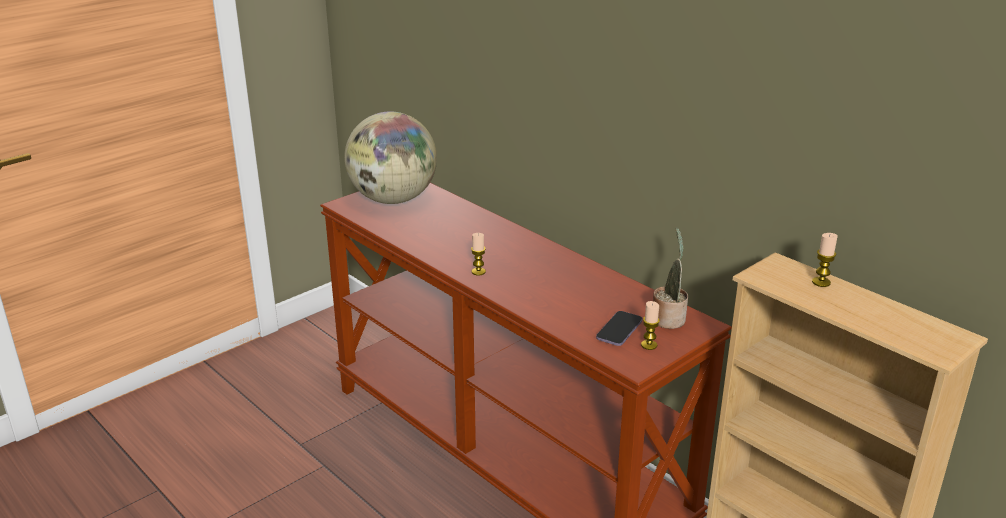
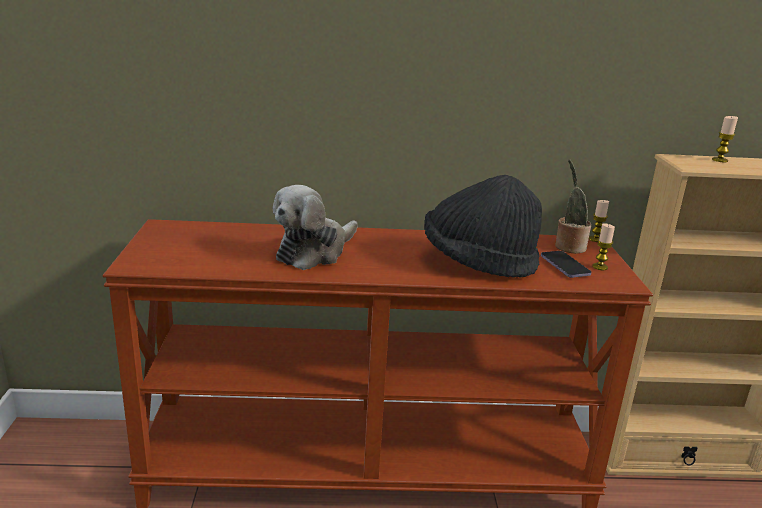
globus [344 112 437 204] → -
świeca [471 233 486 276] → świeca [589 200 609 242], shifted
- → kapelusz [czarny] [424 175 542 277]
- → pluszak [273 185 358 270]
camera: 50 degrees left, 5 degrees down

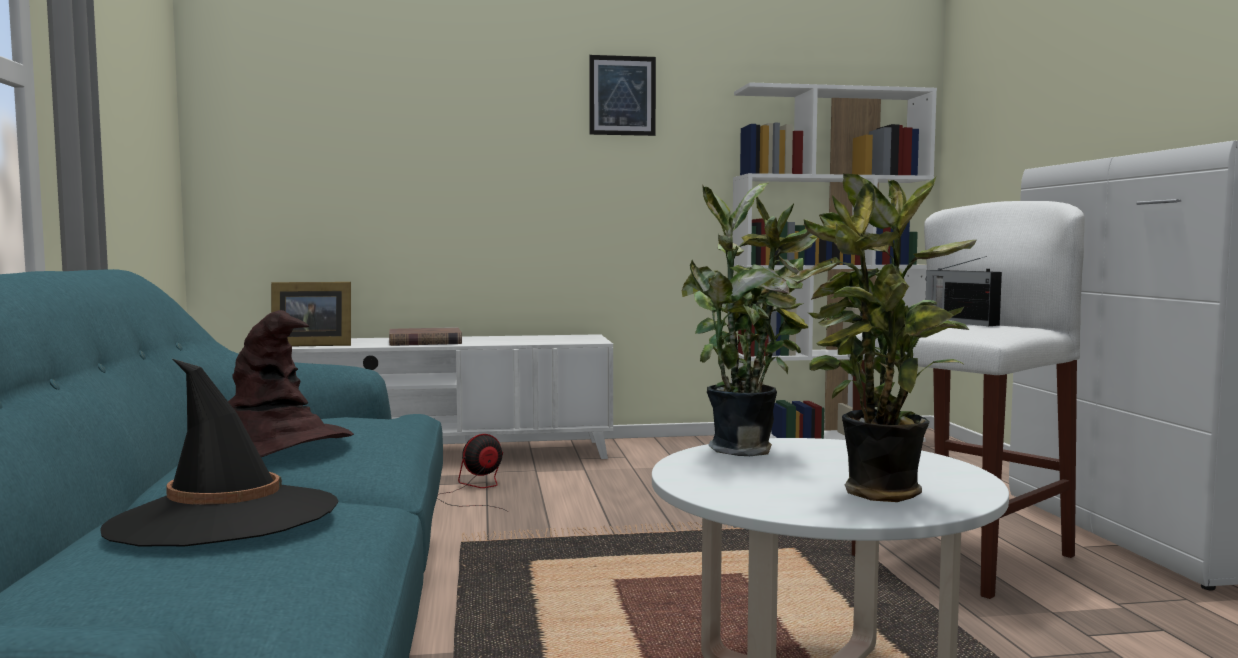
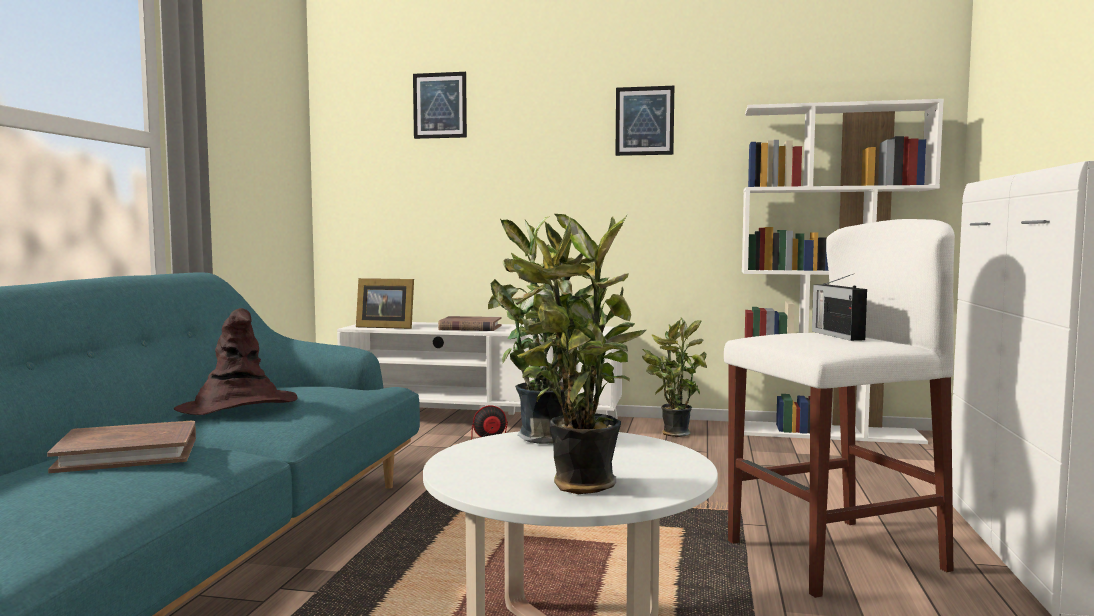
kapelusz [czarny] [100 359 338 547] → książka [brązowy] [47 421 196 473]
- → obraz [413 72 467 139]
- → roślina doniczkowa [642 317 707 437]
camera: 20 degrees right, 0 degrees up

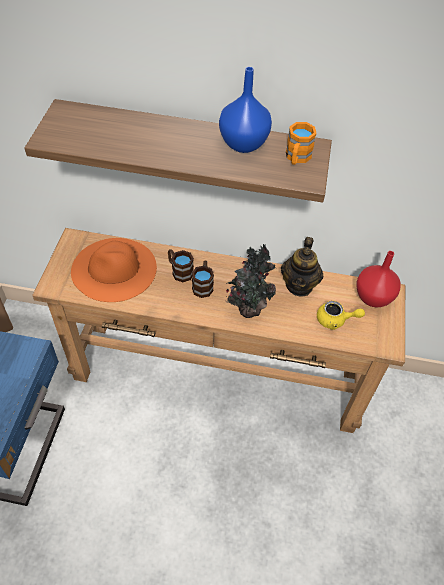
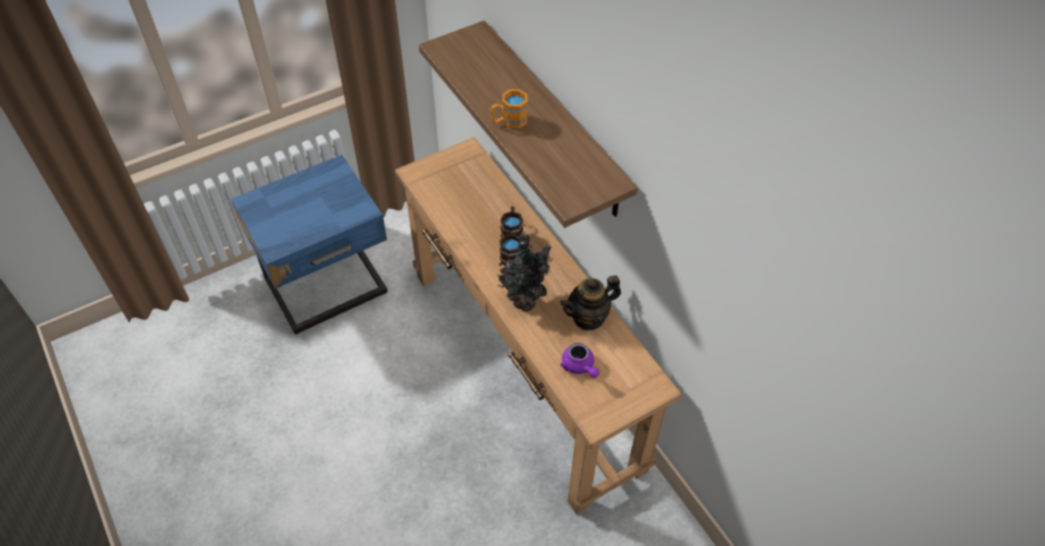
wazon [niebieski] [219 67 272 153] → -
kubek [pomarańczowy] [286 122 317 165] → kubek [pomarańczowy] [491 89 527 129], shifted
kapelusz [pomarańczowy] [71 238 157 302] → -
wazon [czerwony] [356 251 401 308] → -
imbryk [żółty] [317 301 365 330] → imbryk [fioletowy] [560 343 599 378]
camera: 50 degrees right, 0 degrees up

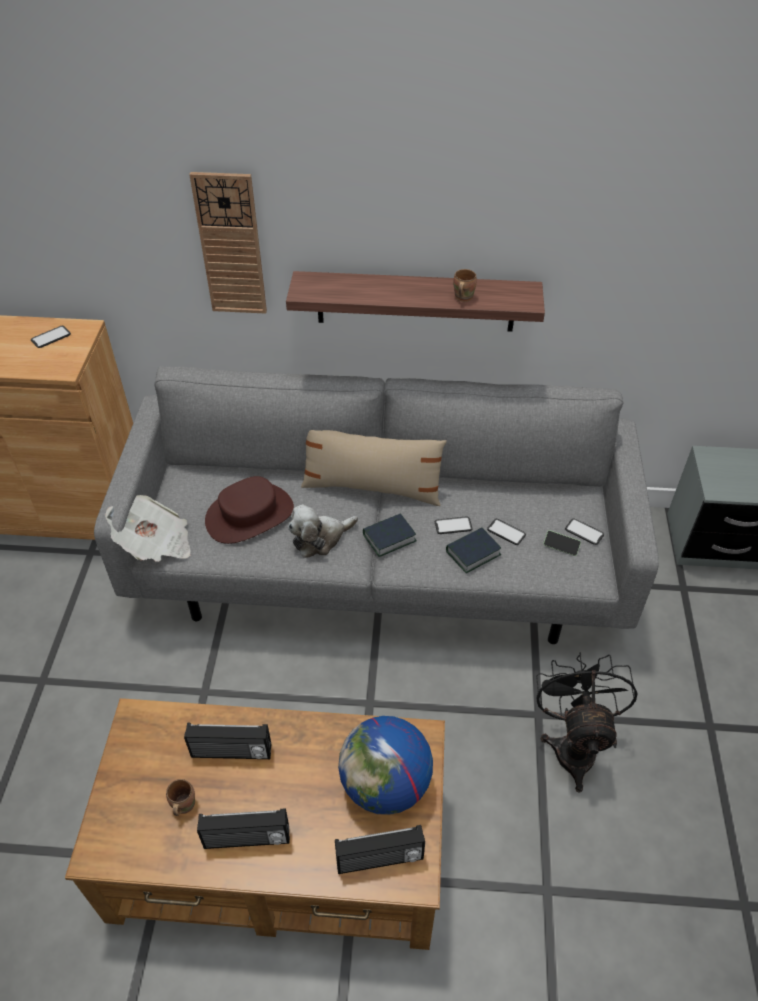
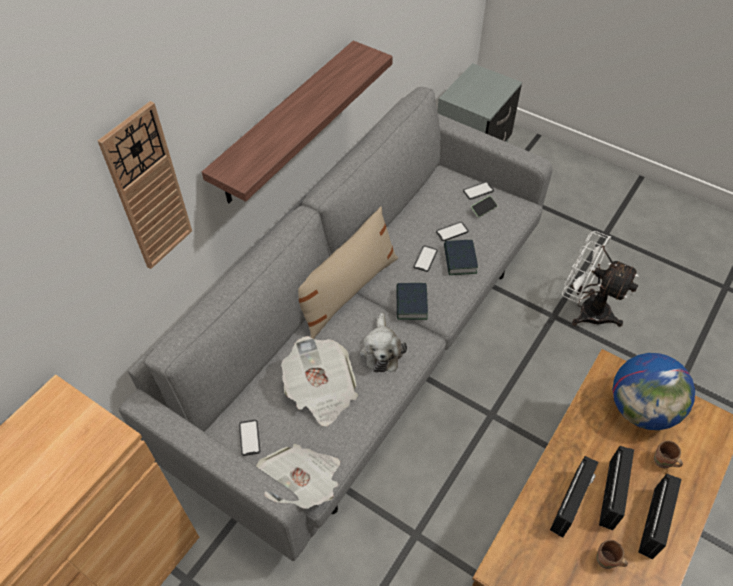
kubek [brązowy] [454 269 477 302] → kubek [brązowy] [654 441 683 469], shifted
telefon [31 326 71 348] → telefon [239 420 260 456], shifted
kapelusz [brązowy] [205 476 294 544] → gazeta [281 336 358 426]
wentylator [czarny] [536 653 637 793] → wentylator [biały] [562 231 639 327]
radio [335 825 425 874] → radio [599 446 634 530], shifted
camera: 60 degrees left, 5 degrees up

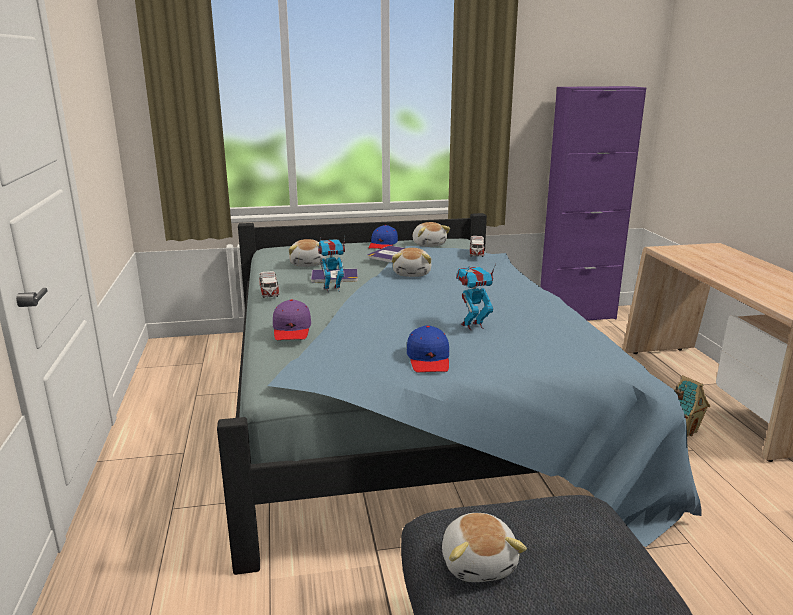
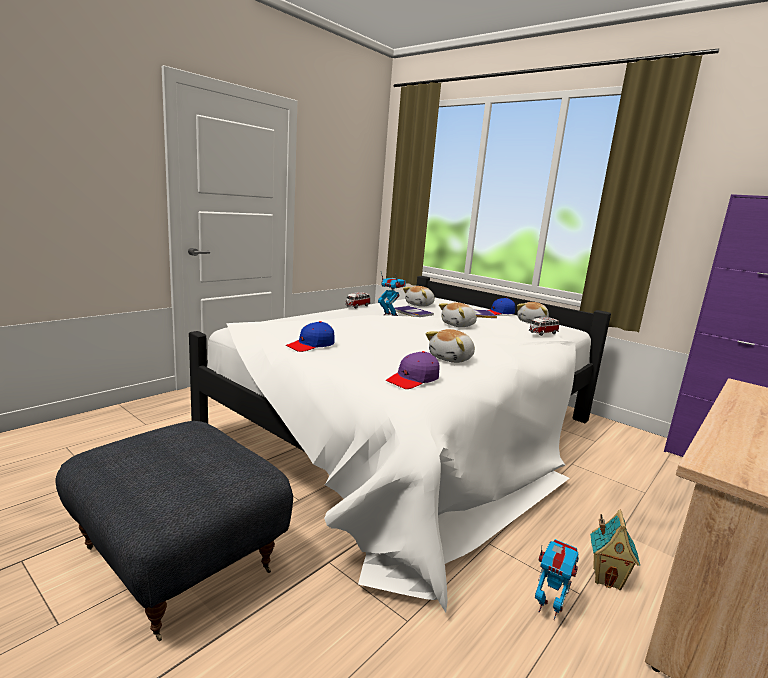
łóżko [niebieski] [217 213 702 575] → łóżko [biały] [189 276 611 613]
robot zabawkowy [456 263 496 330] → robot zabawkowy [535 539 579 620], shifted
czapka z daszkiem [fioletowy] [273 299 311 340] → czapka z daszkiem [fioletowy] [386 351 440 389], shifted
pluszak [442 513 527 582] → pluszak [426 329 475 363], shifted
camera: 50 degrees right, 5 degrees down

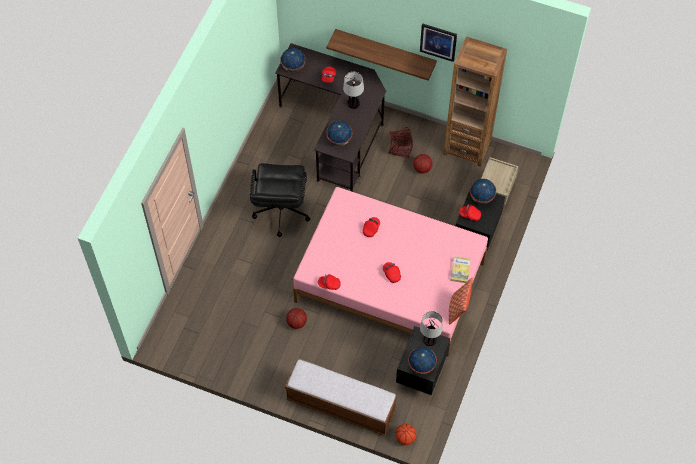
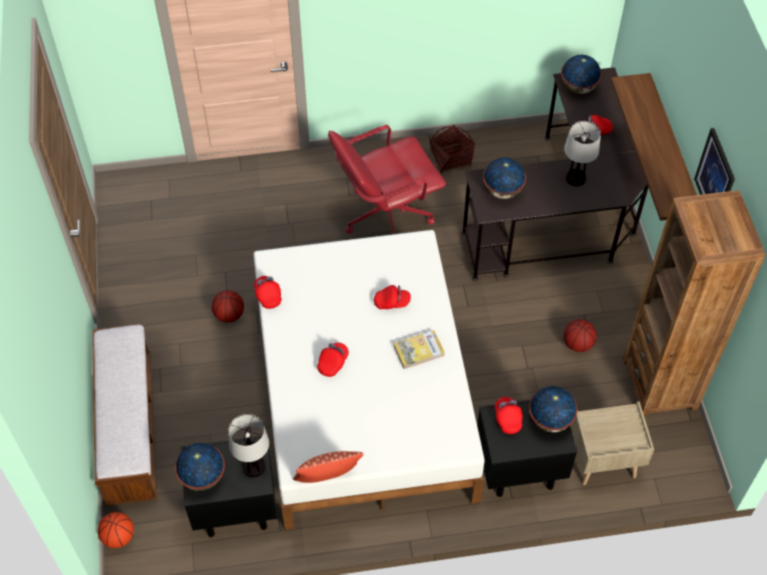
koszyk [388 127 413 158] → koszyk [430 125 475 173], shifted
krzesło biurowe [czarny] [250 163 310 237] → krzesło biurowe [czerwony] [328 125 446 234]
łóżko [różowy] [293 187 488 357] → łóżko [biały] [253 230 485 530]
książka [450 256 471 283] → książka [394 330 445 369], shifted
camera: 60 degrees right, 5 degrees down

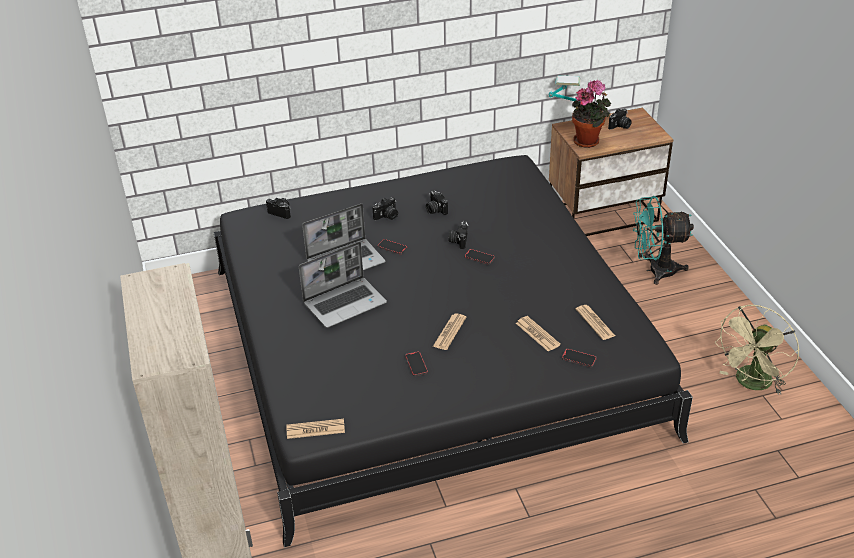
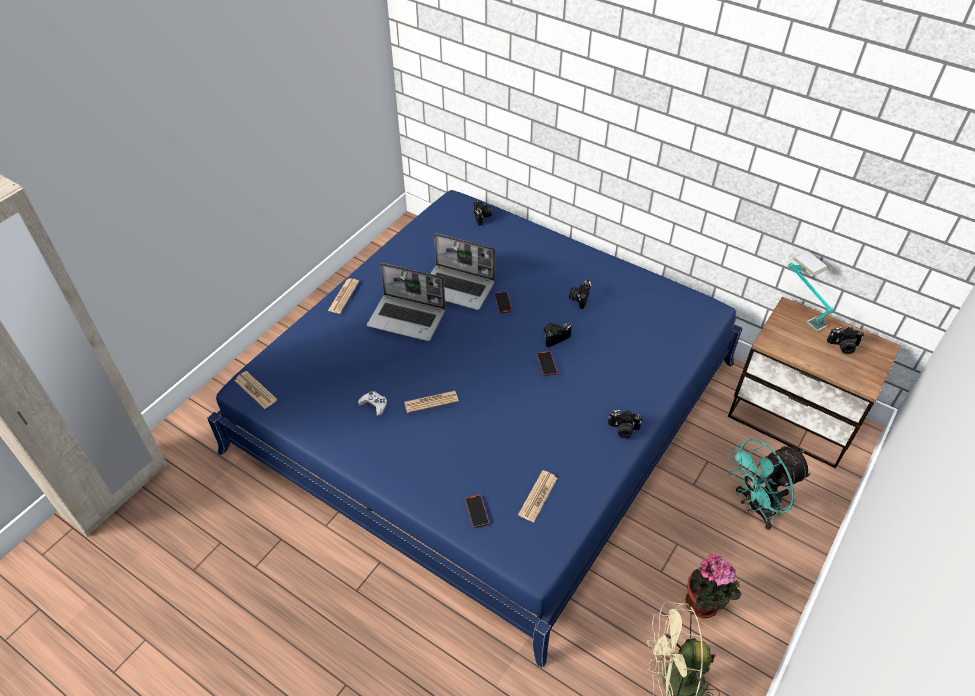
roślina doniczkowa [572 80 611 148] → roślina doniczkowa [686 554 741 618], shifted
łóżko [czarny] [214 155 693 547] → łóżko [niebieski] [207 190 743 668]
wentylator [turkusowy] [633 196 694 285] → wentylator [turkusowy] [727 439 811 530], 75 degrees counterclockwise
aparat fotograficzny [372 197 398 220] → aparat fotograficzny [608 410 642 439], shifted
gazeta [516 316 561 352] → gazeta [328 278 359 314], shifted
telefon [405 351 428 376] → pad do gier [biały] [358 391 387 417]
camera: 50 degrees right, 10 degrees up

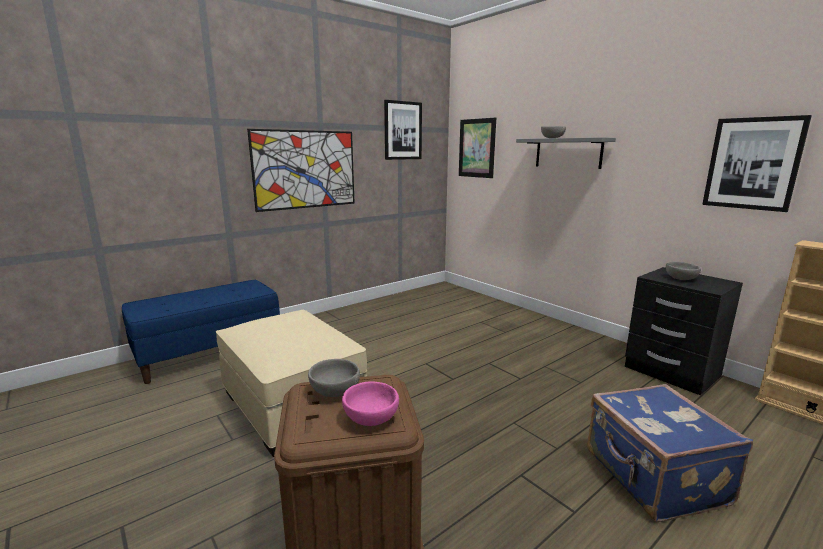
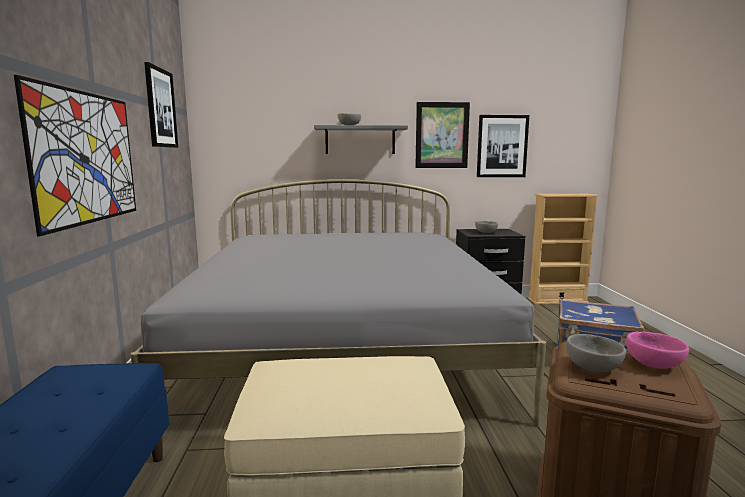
obraz [459 118 496 178] → obraz [415 102 470 168], shifted
- → łóżko [szary] [131 179 546 427]
camera: 55 degrees left, 5 degrees down

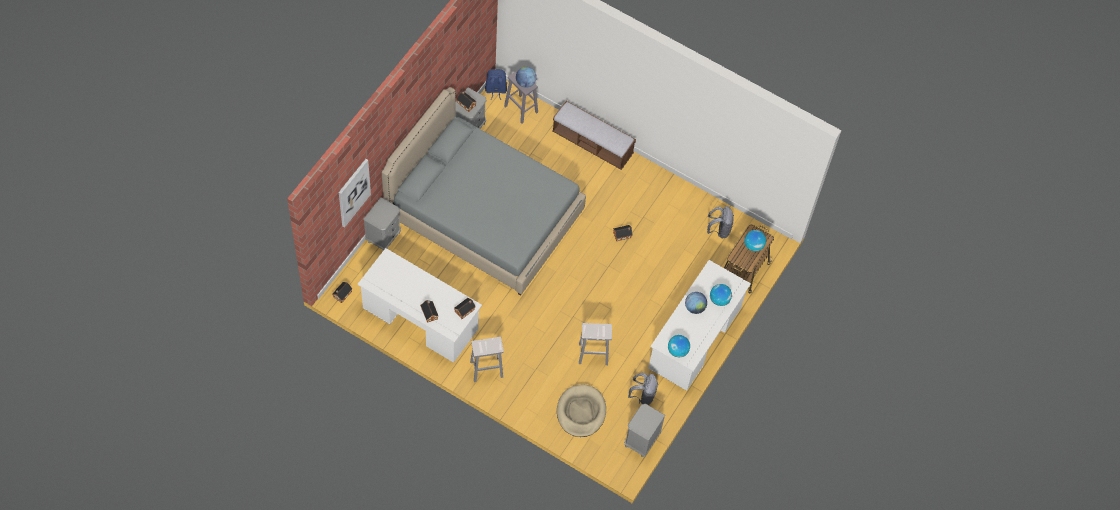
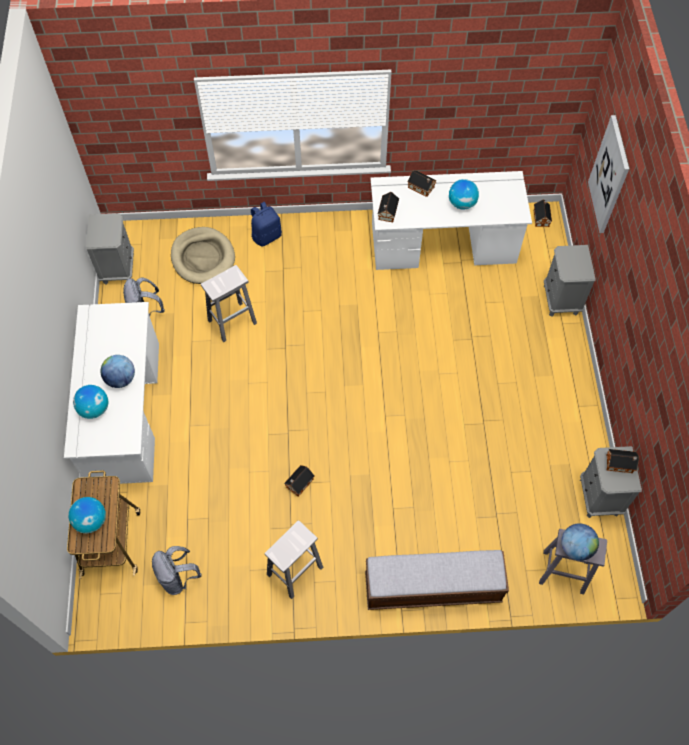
plecak [niebieski] [485 69 507 100] → plecak [niebieski] [251 202 282 247], shifted
łóżko [szary] [382 87 586 295] → -
globus [668 335 690 357] → globus [449 179 479 210], shifted
stołek [biały] [470 337 504 382] → stołek [biały] [264 520 323 599], shifted
camera: 150 degrees right, 0 degrees up

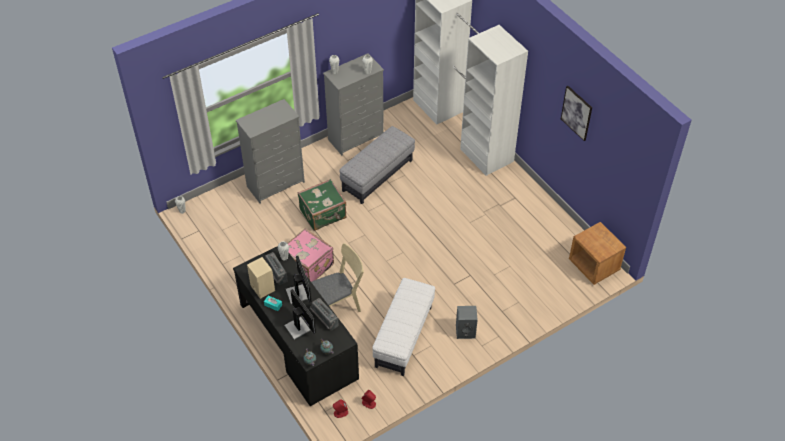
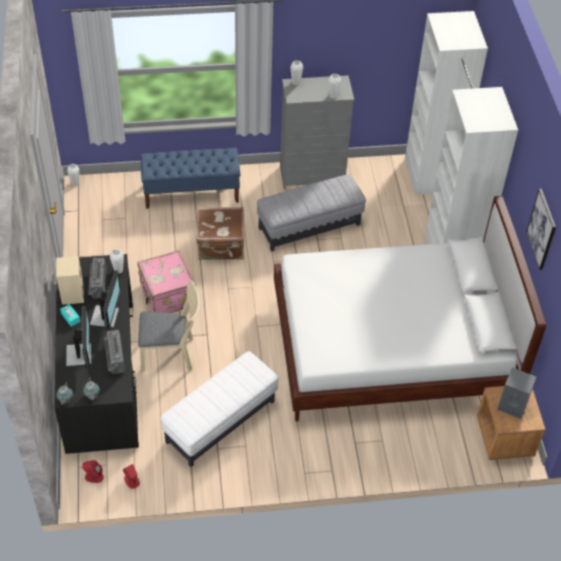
komoda [szary] [236 99 305 203] → ławka [niebieski] [140 148 240 209]
walizka [zielony] [297 179 346 231] → walizka [brązowy] [197 207 244 260]
głośnik [szary] [456 306 478 339] → głośnik [szary] [497 368 537 419], shifted
- → łóżko [biały] [274 196 546 422]
camera: 25 degrees right, 0 degrees up

